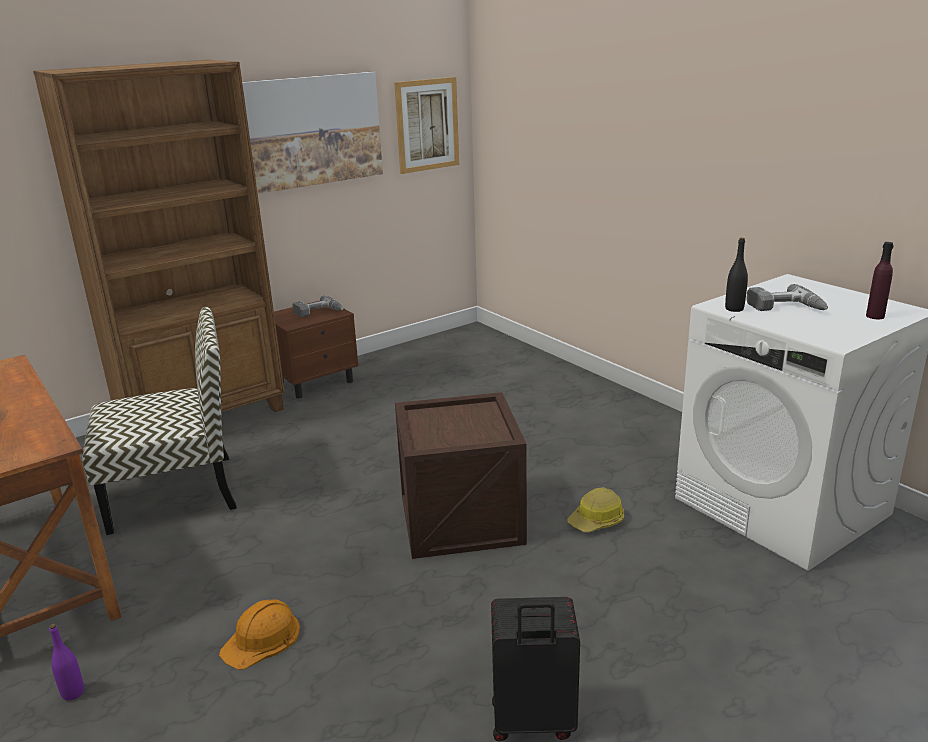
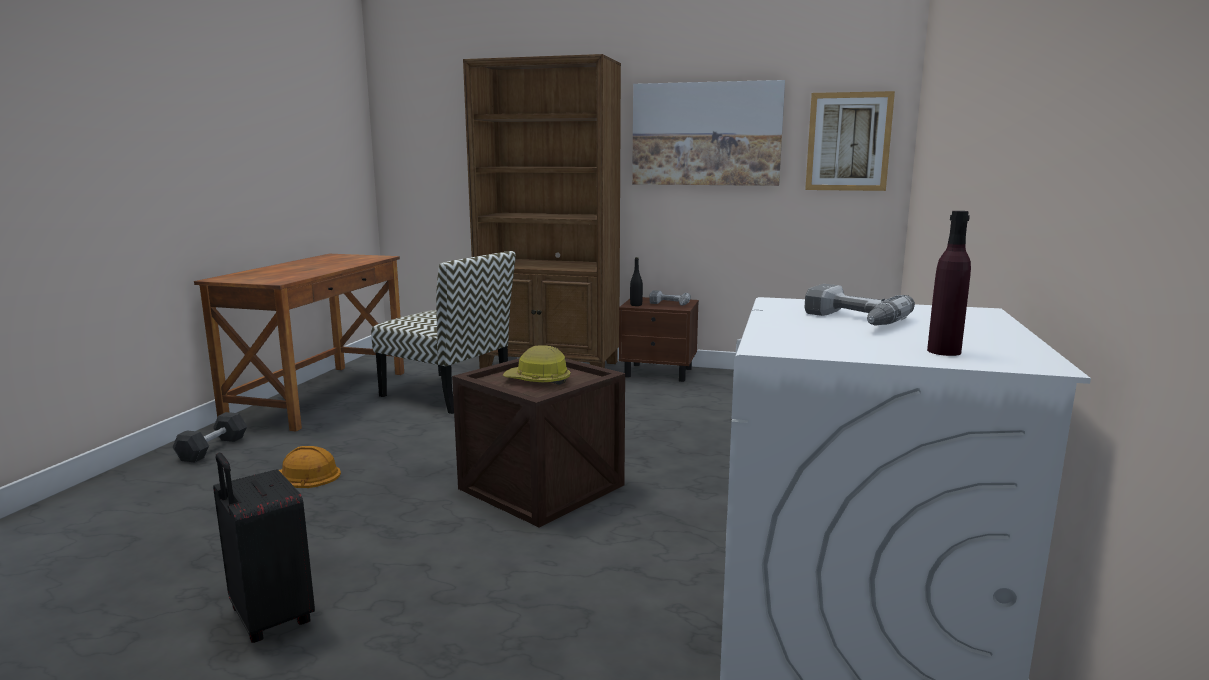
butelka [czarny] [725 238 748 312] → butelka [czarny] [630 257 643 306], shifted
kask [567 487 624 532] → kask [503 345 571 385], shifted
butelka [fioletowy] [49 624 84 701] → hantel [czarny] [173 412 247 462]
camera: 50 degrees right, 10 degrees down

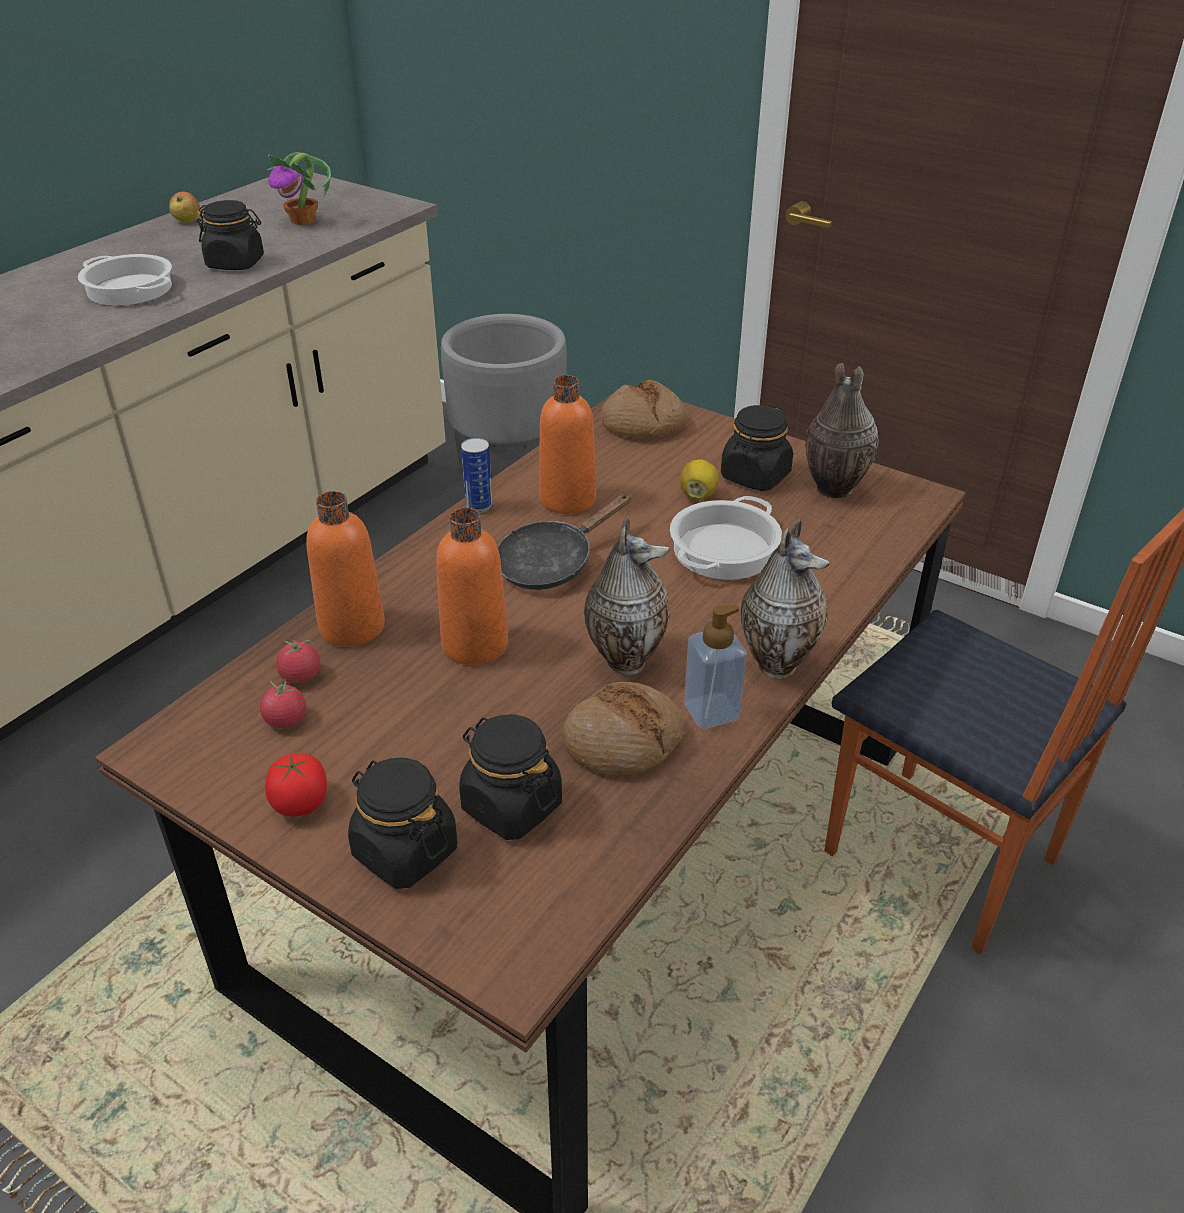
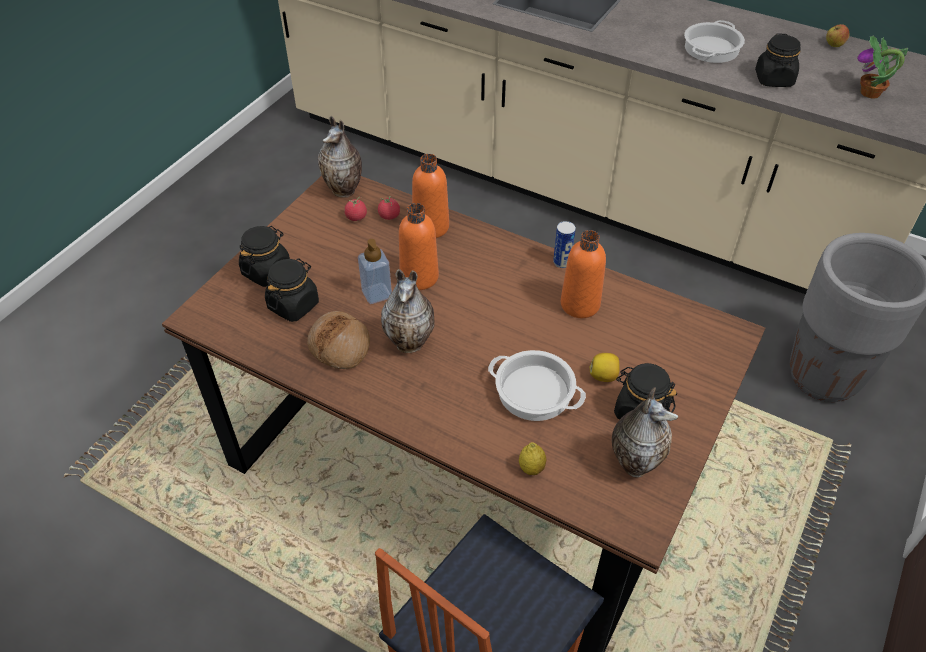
chleb [601 380 687 438] → -
patelnia [czarny] [498 493 632 590] → -
wazon [741 519 830 679] → wazon [318 116 362 198], shifted
dozownik mydła [684 605 747 729] → dozownik mydła [358 239 392 304], shifted
pomidor [265 753 327 816] → -
- → cytryna [519 442 546 475]
camera: 85 degrees right, 10 degrees up

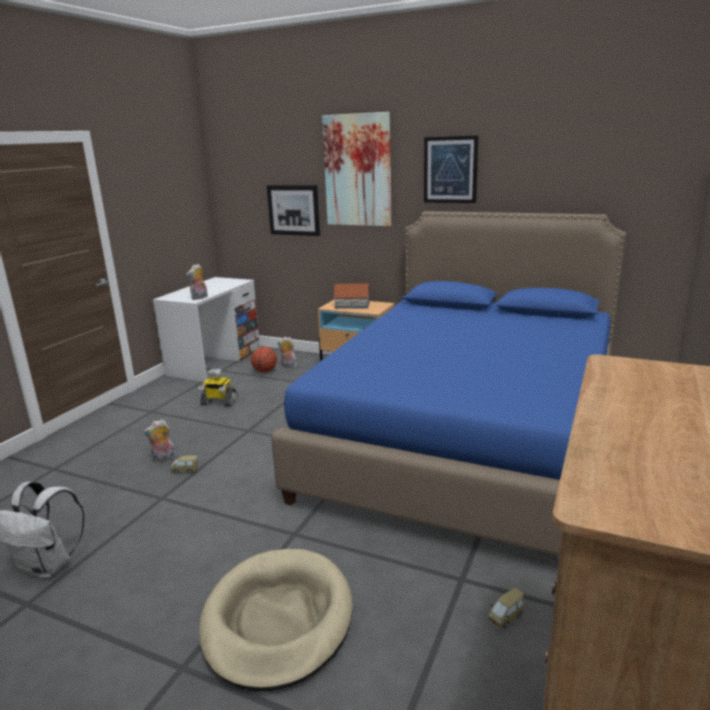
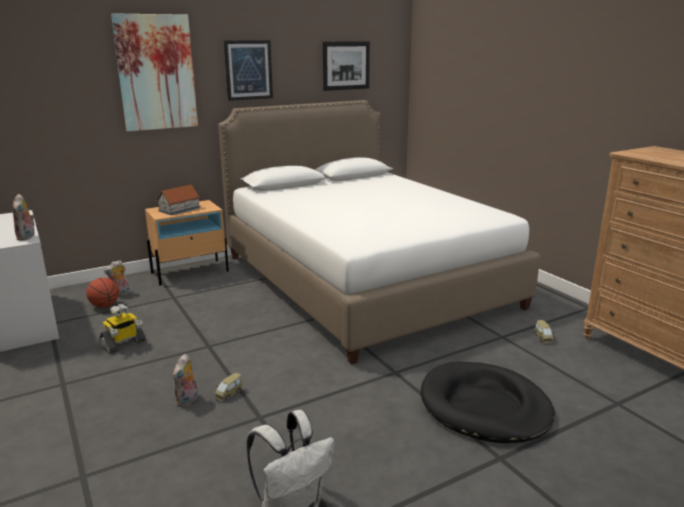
obraz [267 185 320 236] → obraz [323 41 370 91], shifted
łóżko [niebieski] [271 211 626 556] → łóżko [biały] [218 100 540 365]
legowisko [beżowy] [199 549 353 691] → legowisko [czarny] [421 361 555 443]
camera: 55 degrees left, 0 degrees up

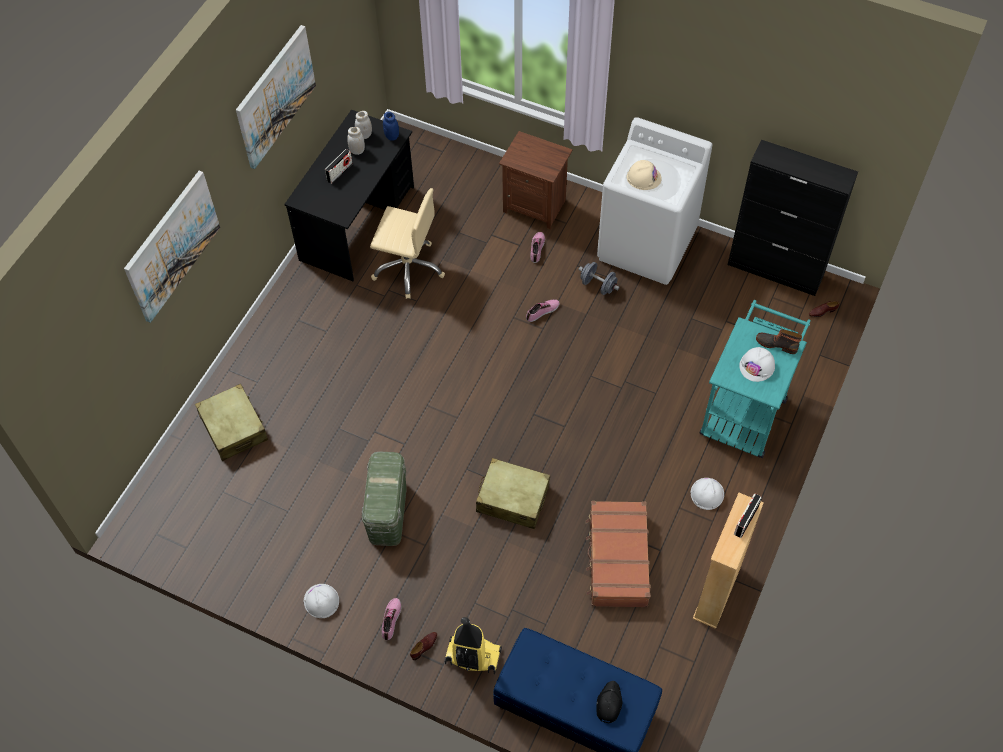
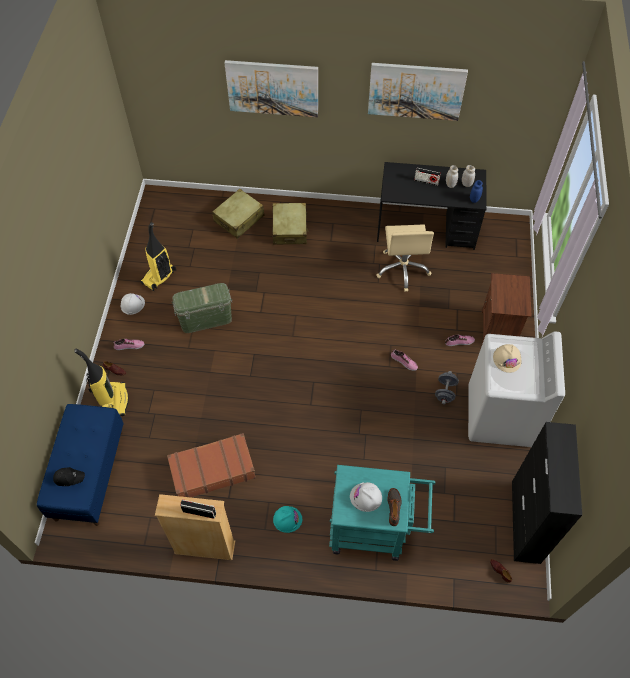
walizka [beżowy] [476 458 550 529] → walizka [beżowy] [272 203 308 245], shifted
kask [biały] [691 478 724 510] → kask [turkusowy] [273 506 302 533]
- → odkurzacz [141 222 176 291]
camera: 70 degrees right, 0 degrees up

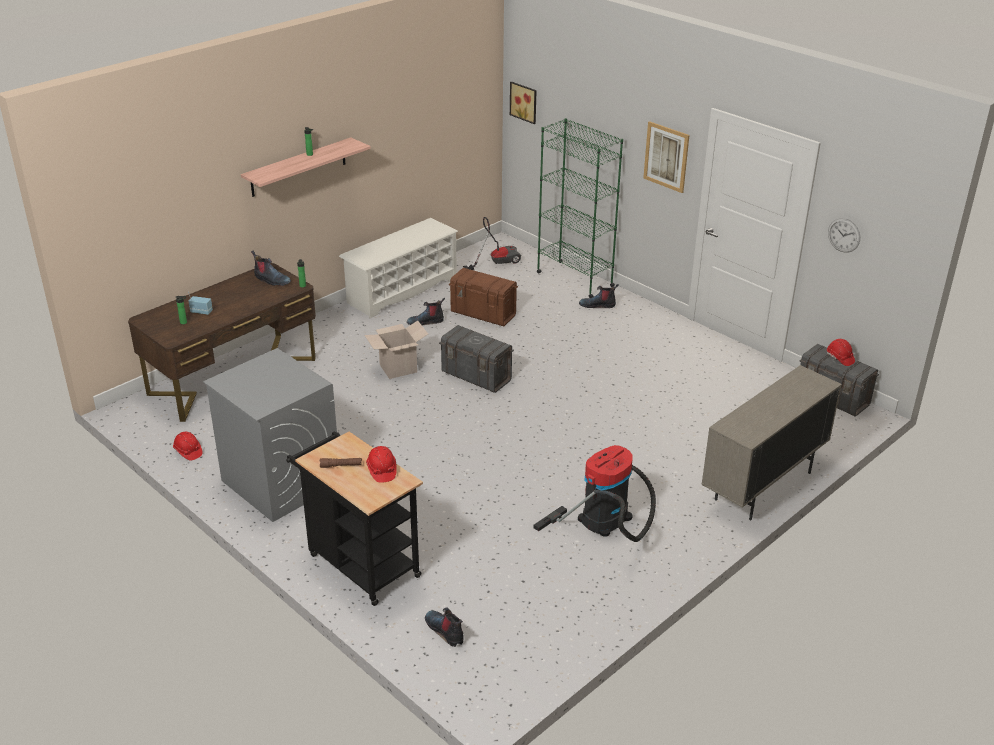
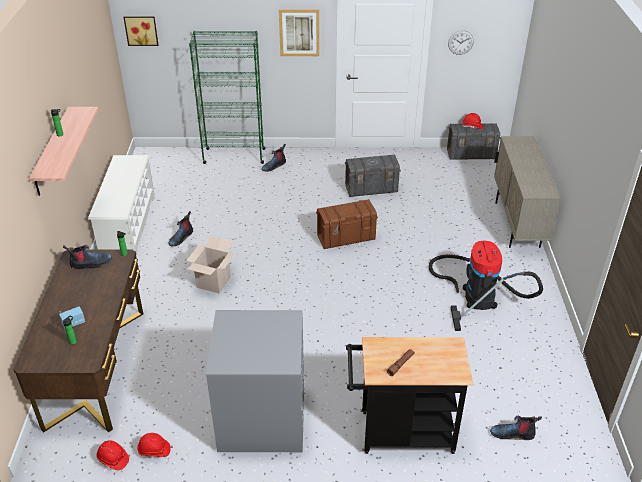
odkurzacz [463 217 521 270] → -
pojemnik do przechowywania [brązowy] [449 268 518 326] → pojemnik do przechowywania [brązowy] [316 199 378 249], shifted
pojemnik do przechowywania [szary] [439 325 514 393] → pojemnik do przechowywania [szary] [345 155 401 197], shifted
kask [czerwony] [366 446 397 483] → kask [czerwony] [96 441 129 470], shifted
camera: 45 degrees left, 5 degrees up

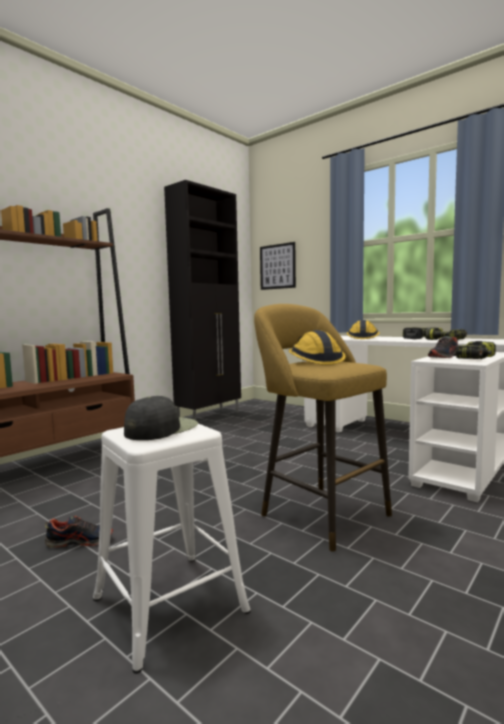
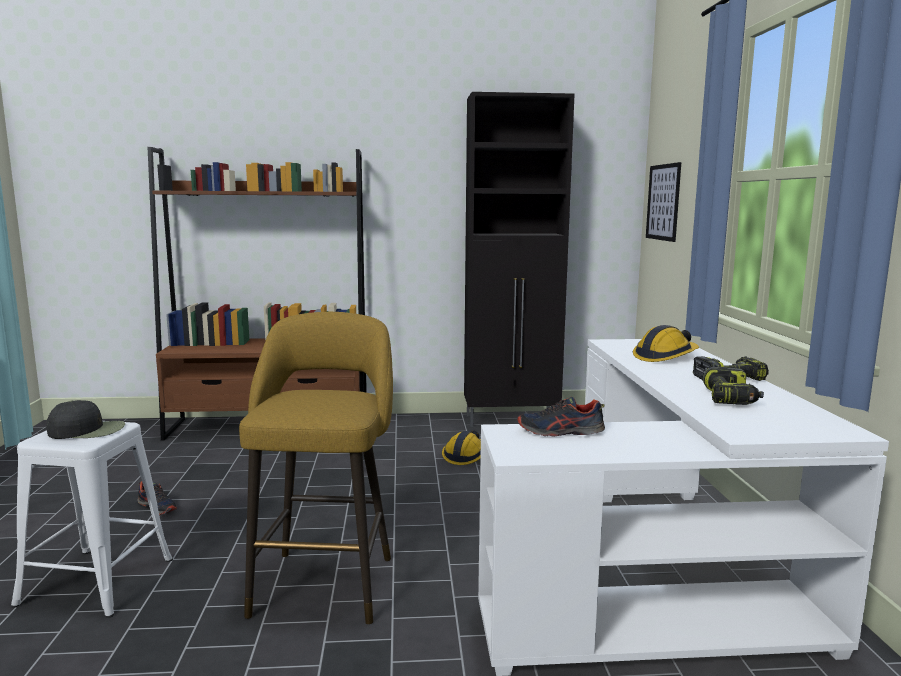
kask [289 330 346 365] → kask [442 431 481 465], shifted
wiertarka [456 341 496 359] → -
camera: 45 degrees right, 5 degrees up

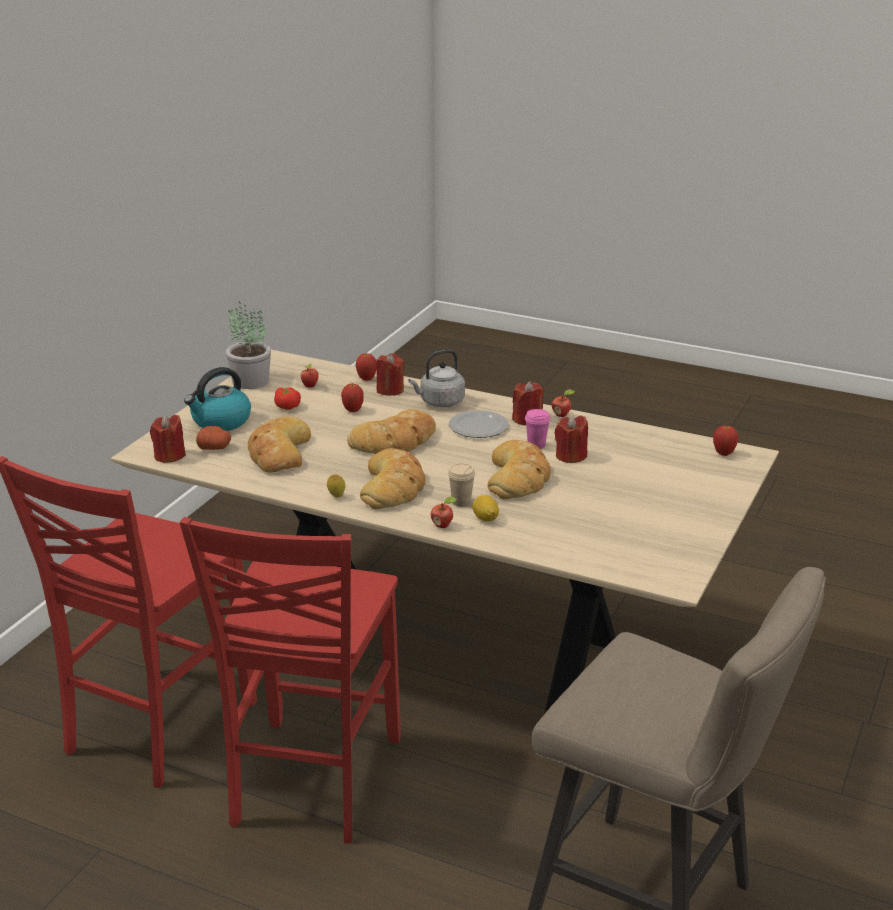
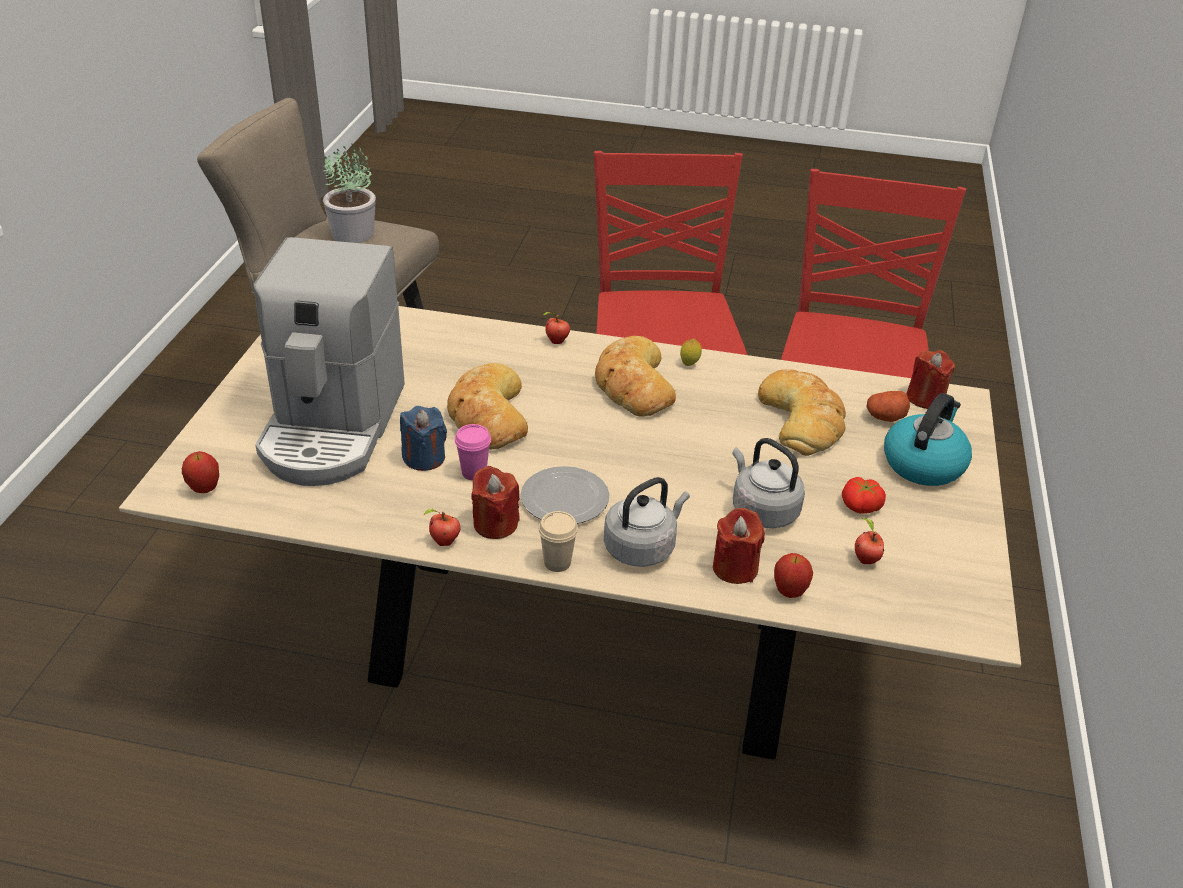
roślina doniczkowa [226 301 271 389] → roślina doniczkowa [323 143 376 243], shifted
jabłko [341 384 364 412] → czajnik [szary] [733 438 805 528]
chleb [347 409 436 454] → -
świeca [czerwony] [555 415 588 463] → świeca [niebieski] [400 406 447 471]
filiżanka [beżowy] [448 463 475 507] → filiżanka [beżowy] [538 511 578 572], shifted
cytryna [473 495 499 522] → -
- → ekspres do kawy [253 237 405 486]
camera: 165 degrees right, 10 degrees up

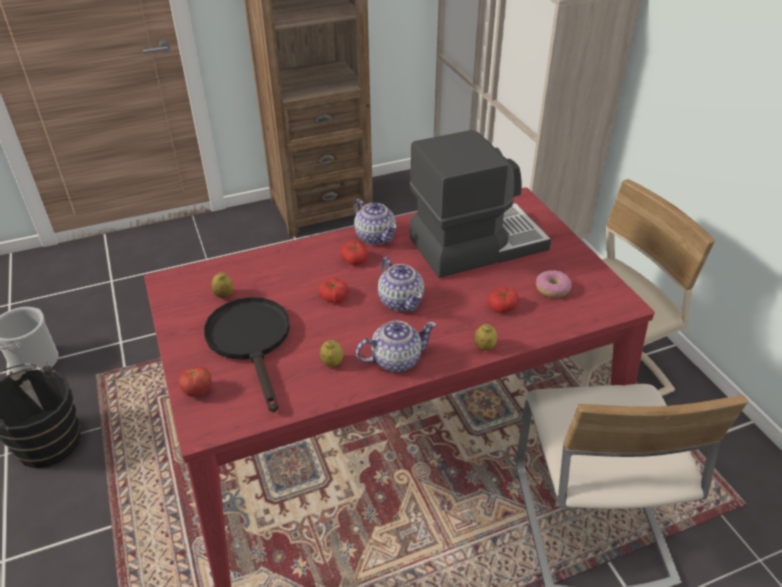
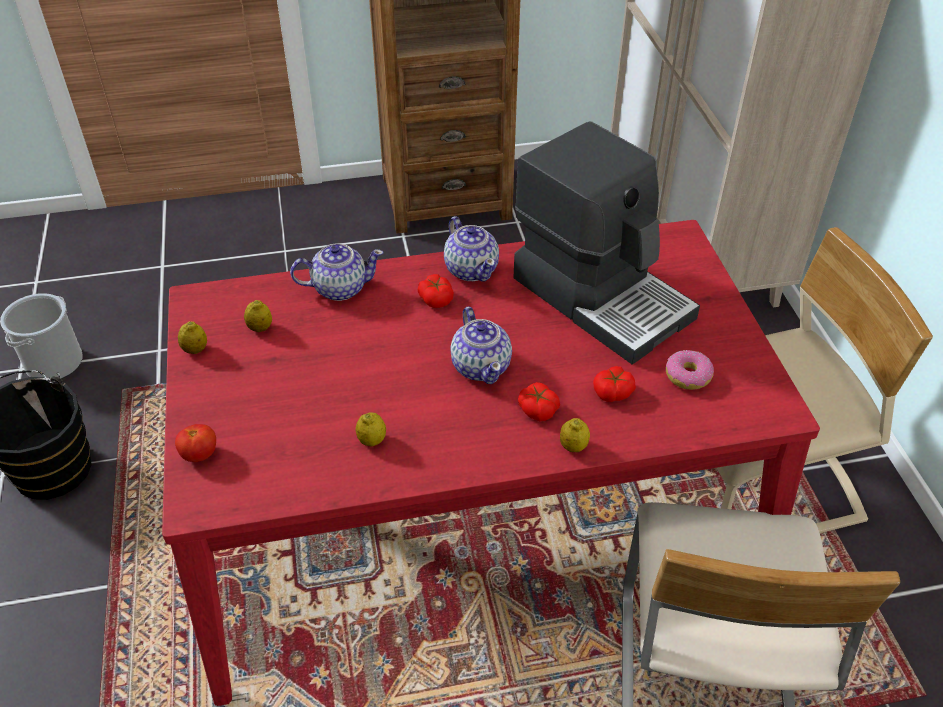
ekspres do kawy [410 130 551 278] → ekspres do kawy [513 121 700 365], 60 degrees clockwise
pomidor [318 277 349 304] → pomidor [518 382 560 421], shifted
patelnia [czarny] [204 297 290 412] → -
imbryk [356 321 436 372] → imbryk [290 243 384 301], shifted
- → cytryna [178 321 207 354]
camera: 10 degrees right, 5 degrees up

